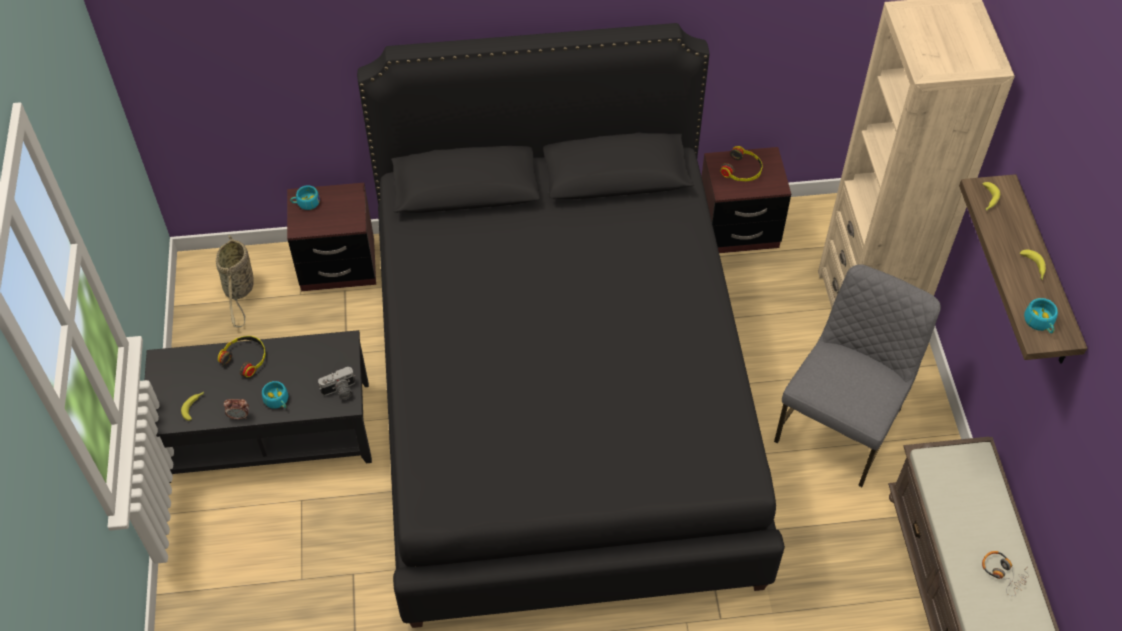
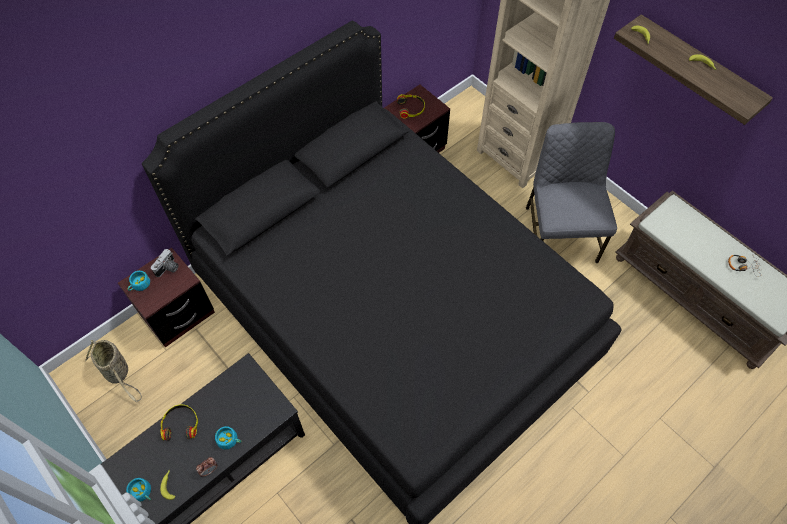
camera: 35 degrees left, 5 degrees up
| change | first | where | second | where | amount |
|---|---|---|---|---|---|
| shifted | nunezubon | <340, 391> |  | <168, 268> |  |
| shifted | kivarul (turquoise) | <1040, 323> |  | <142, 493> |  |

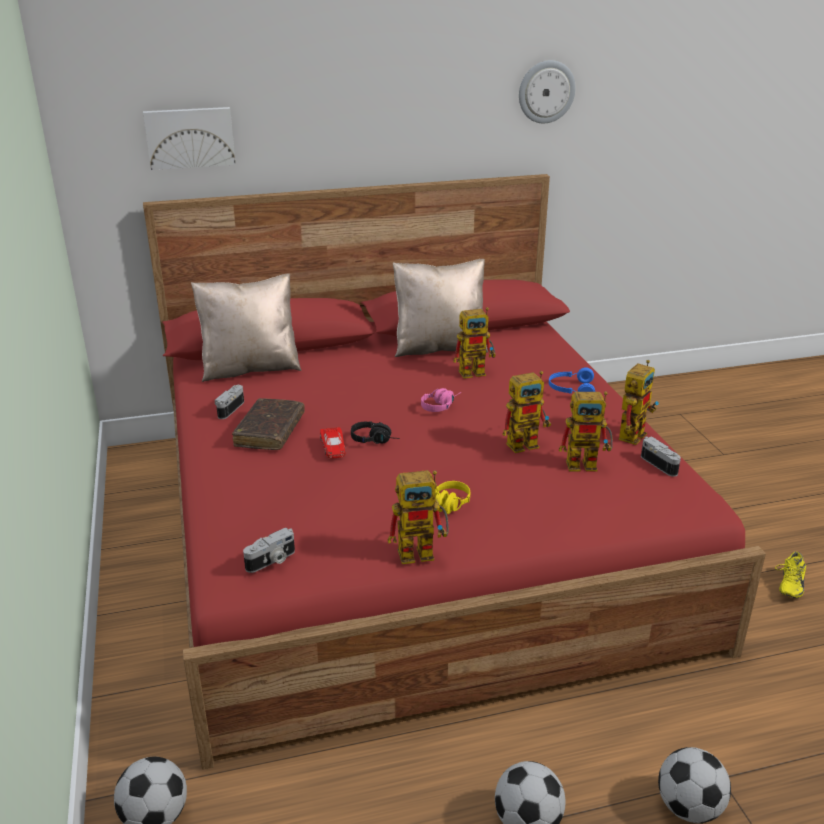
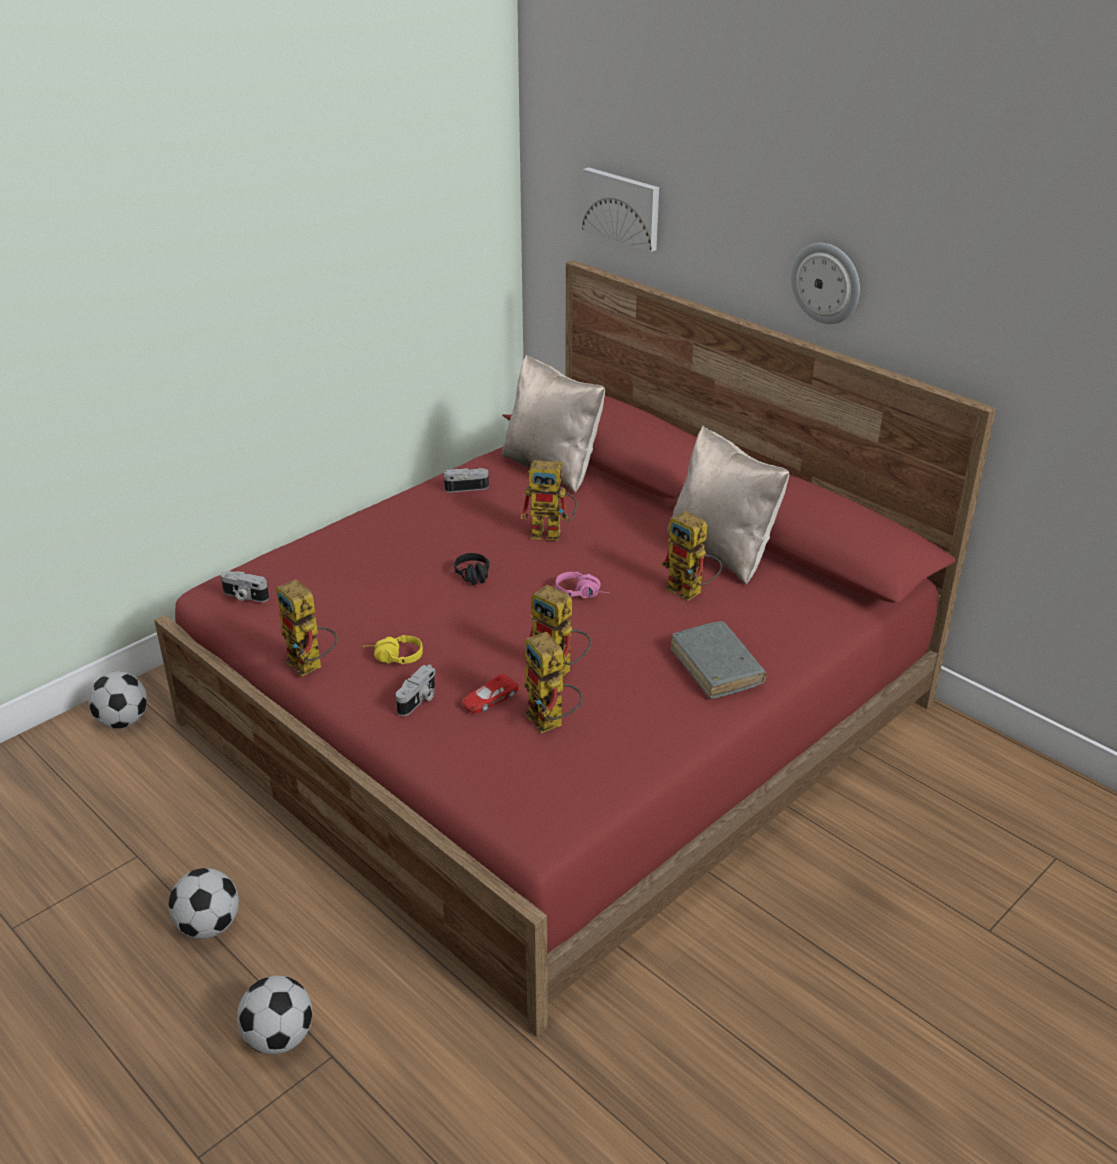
camera: 60 degrees right, 5 degrees up
| change | first | where | second | where | amount |
|---|---|---|---|---|---|
| gone | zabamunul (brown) | <270, 432> |  |  |  |
| shifted | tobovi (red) | <333, 447> |  | <489, 699> |  |
| shifted | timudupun | <546, 91> |  | <826, 283> |  |
| swapped | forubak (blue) | <570, 389> | zabamunul (grey) | <716, 668> |  |
| shifted | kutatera | <632, 432> |  | <553, 533> |  |
| shifted | nunezubon | <660, 464> |  | <418, 700> |  |
| gone | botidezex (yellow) | <788, 585> |  |  |  |

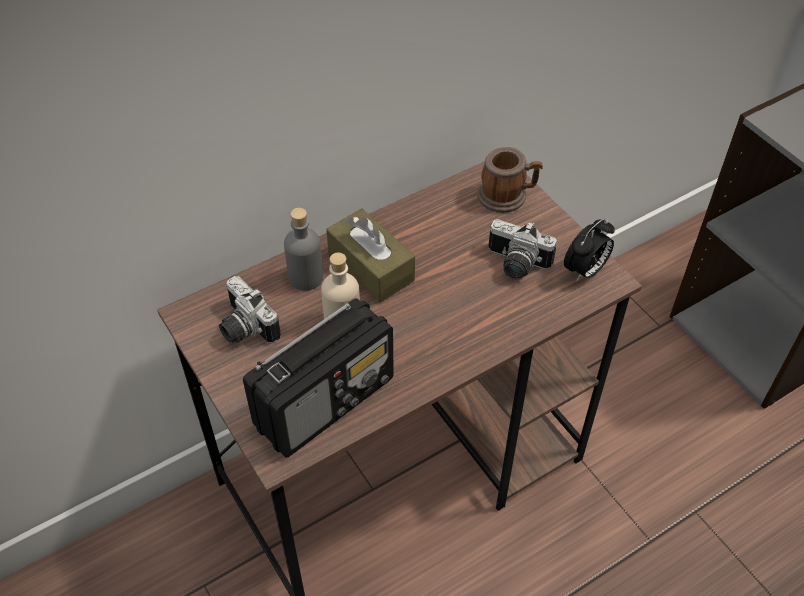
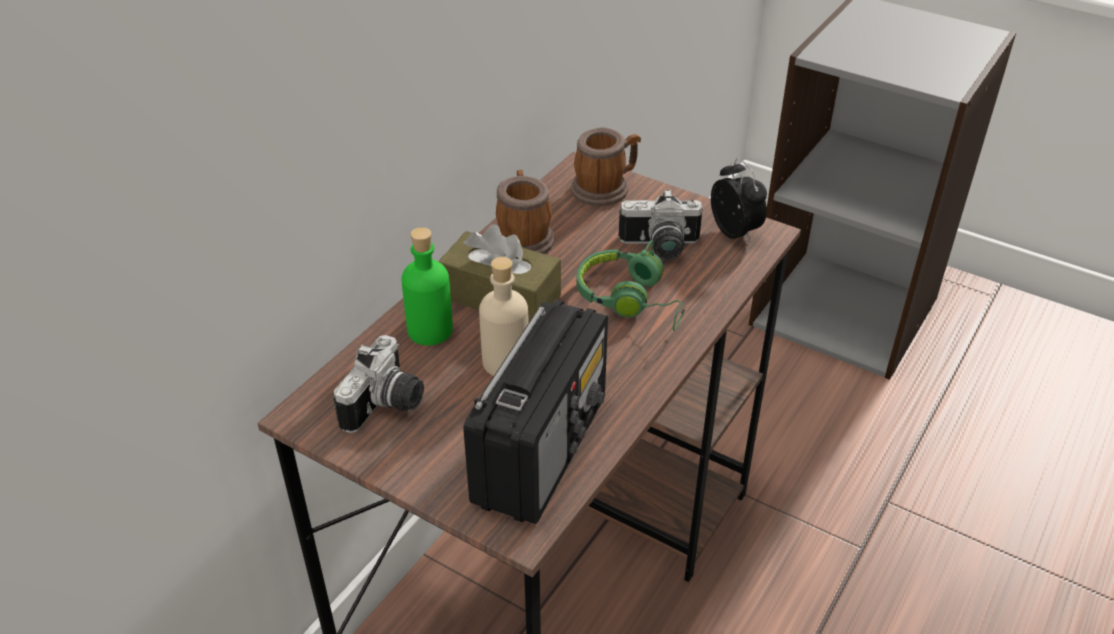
camera: 25 degrees left, 10 degrees down
| change | first | where | second | where | amount |
|---|---|---|---|---|---|
| rotated | nunezubon | <244, 328> |  | <387, 406> | 90 degrees counterclockwise |
| repainted | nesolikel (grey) | <306, 277> | nesolikel (green) | <430, 330> |  |
| rotated | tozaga | <585, 271> |  | <735, 232> | 45 degrees counterclockwise |
| new |  |  | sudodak | <523, 237> |  |
| new |  |  | forubak (green) | <632, 300> |  |

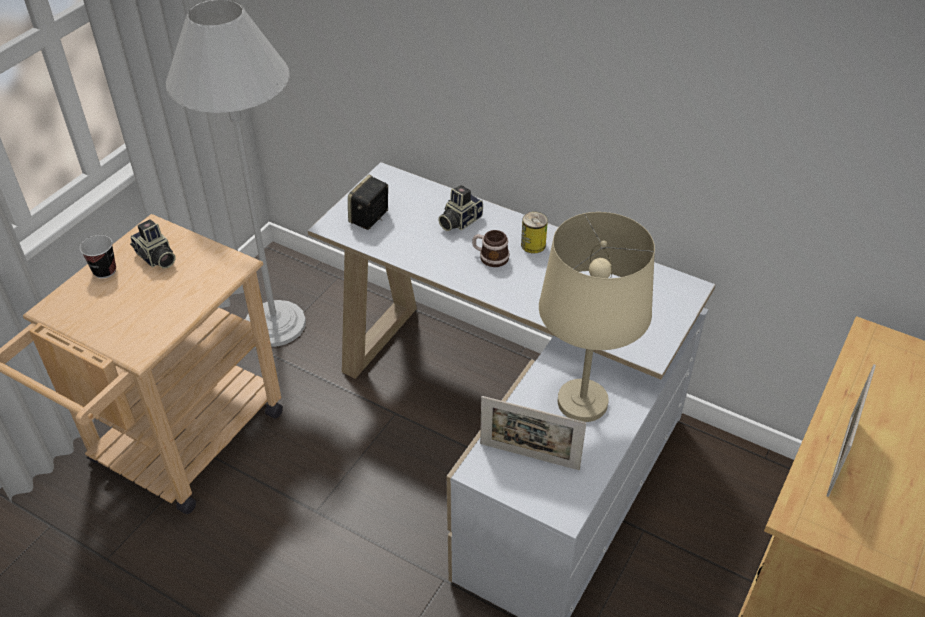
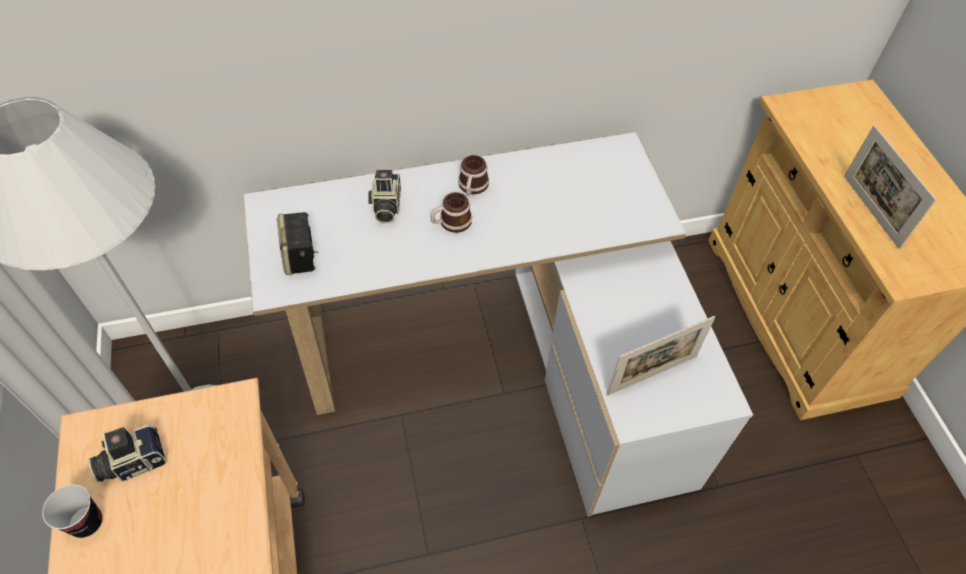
camera: 45 degrees left, 10 degrees up
| change | first | where | second | where | amount |
|---|---|---|---|---|---|
| rotated | nunezubon | <156, 258> |  | <133, 461> | 150 degrees clockwise |
| swapped | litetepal | <533, 245> | sudodak | <472, 187> |  |
| gone | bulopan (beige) | <583, 402> |  |  |  |

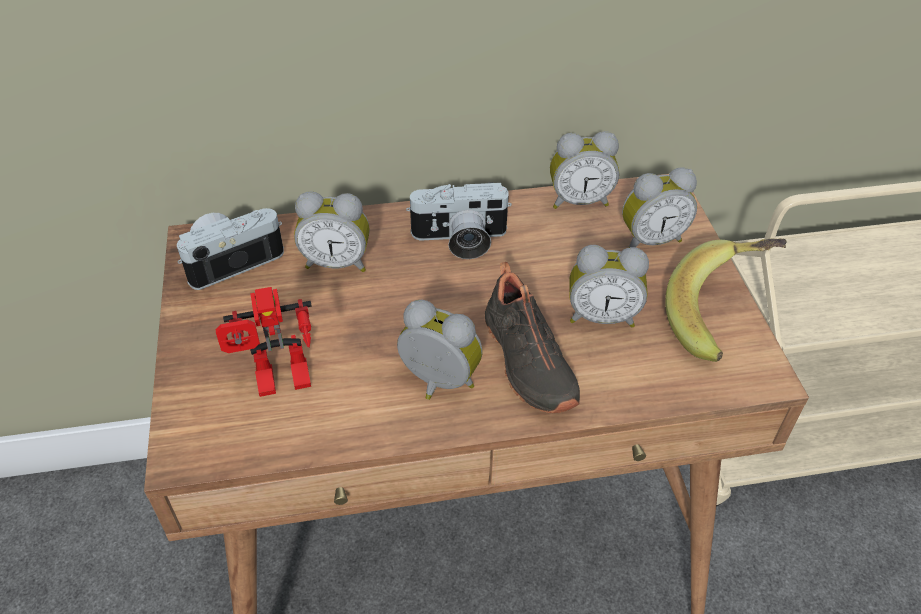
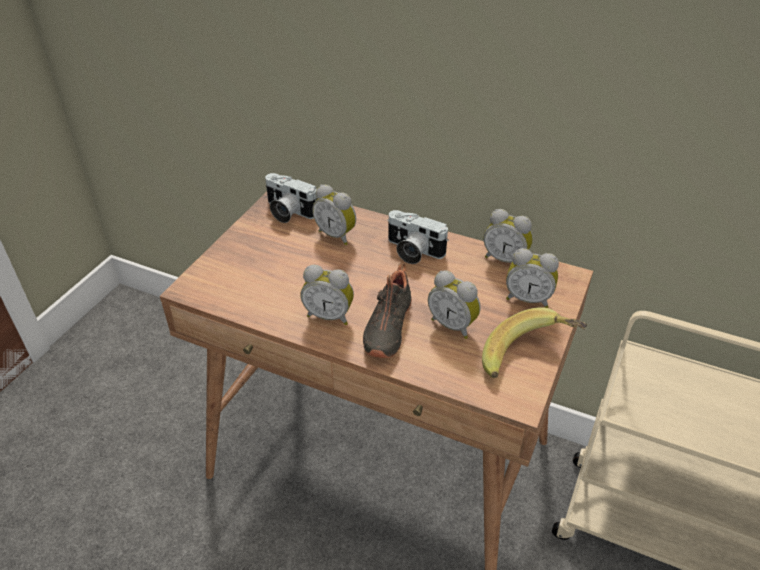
camera: 35 degrees right, 5 degrees down
| change | first | where | second | where | amount |
|---|---|---|---|---|---|
| rotated | nunezubon | <232, 259> |  | <288, 212> | 150 degrees counterclockwise |
| gone | kutatera | <280, 384> |  |  |  |
| rotated | tozaga | <437, 384> |  | <329, 315> | 135 degrees clockwise |

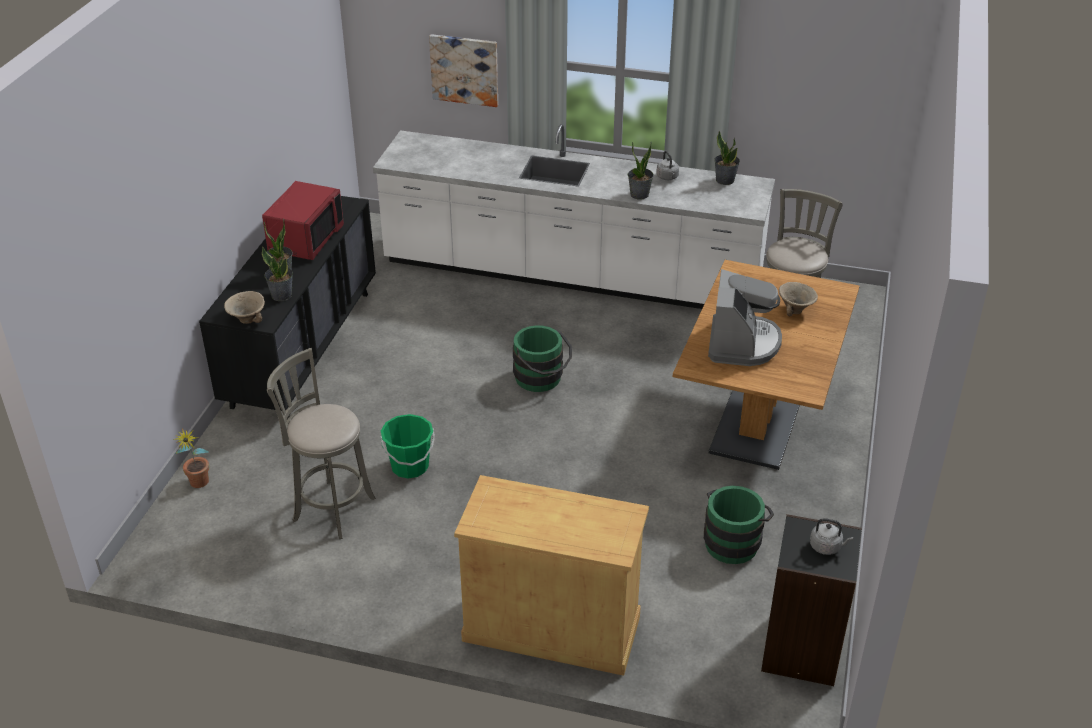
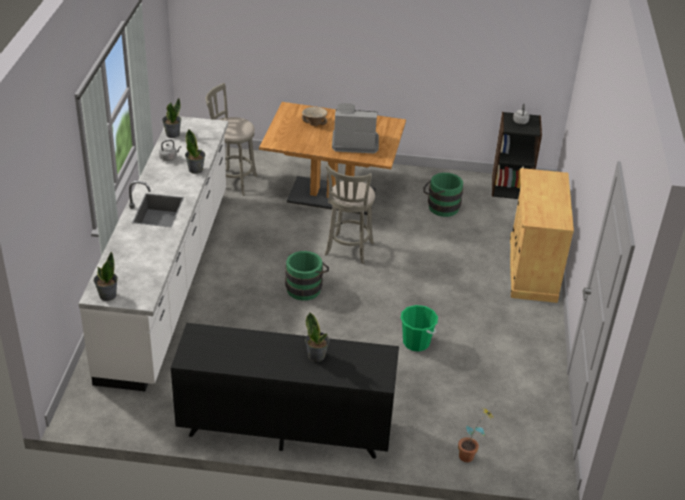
camera: 100 degrees left, 0 degrees up
| change | first | where | second | where | amount |
|---|---|---|---|---|---|
| gone | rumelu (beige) | <246, 320> |  |  |  |
| gone | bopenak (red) | <305, 239> |  |  |  |
| shifted | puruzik | <281, 295> |  | <107, 295> |  |
| shifted | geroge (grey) | <330, 508> |  | <348, 250> |  |
| gone | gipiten | <465, 69> |  |  |  |

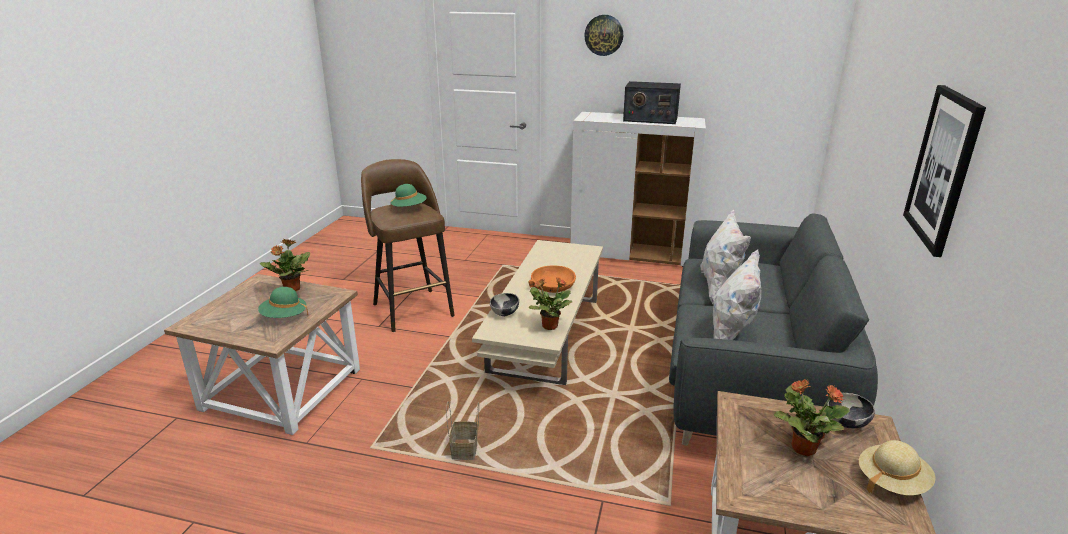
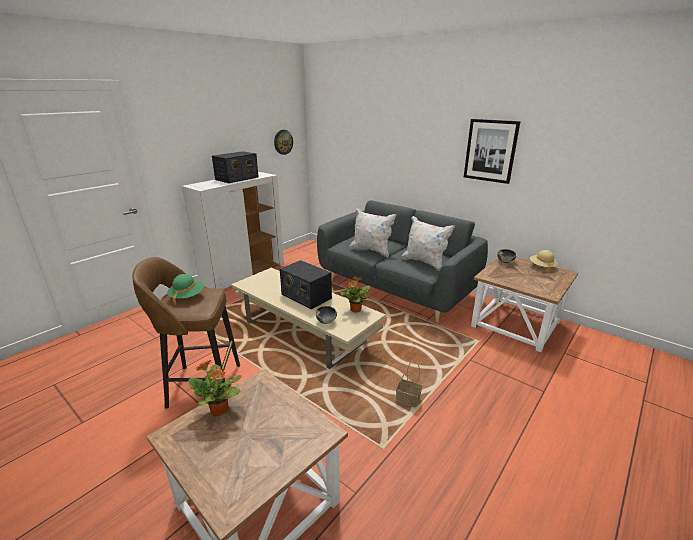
camera: 65 degrees left, 0 degrees up
| change | first | where | second | where | amount |
|---|---|---|---|---|---|
| gone | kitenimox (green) | <284, 317> |  |  |  |
| swapped | rumelu (orange) | <552, 286> | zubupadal | <306, 296> |  |
| shifted | timudupun | <604, 35> |  | <283, 142> |  |
| gone | puruzik | <802, 448> |  |  |  |

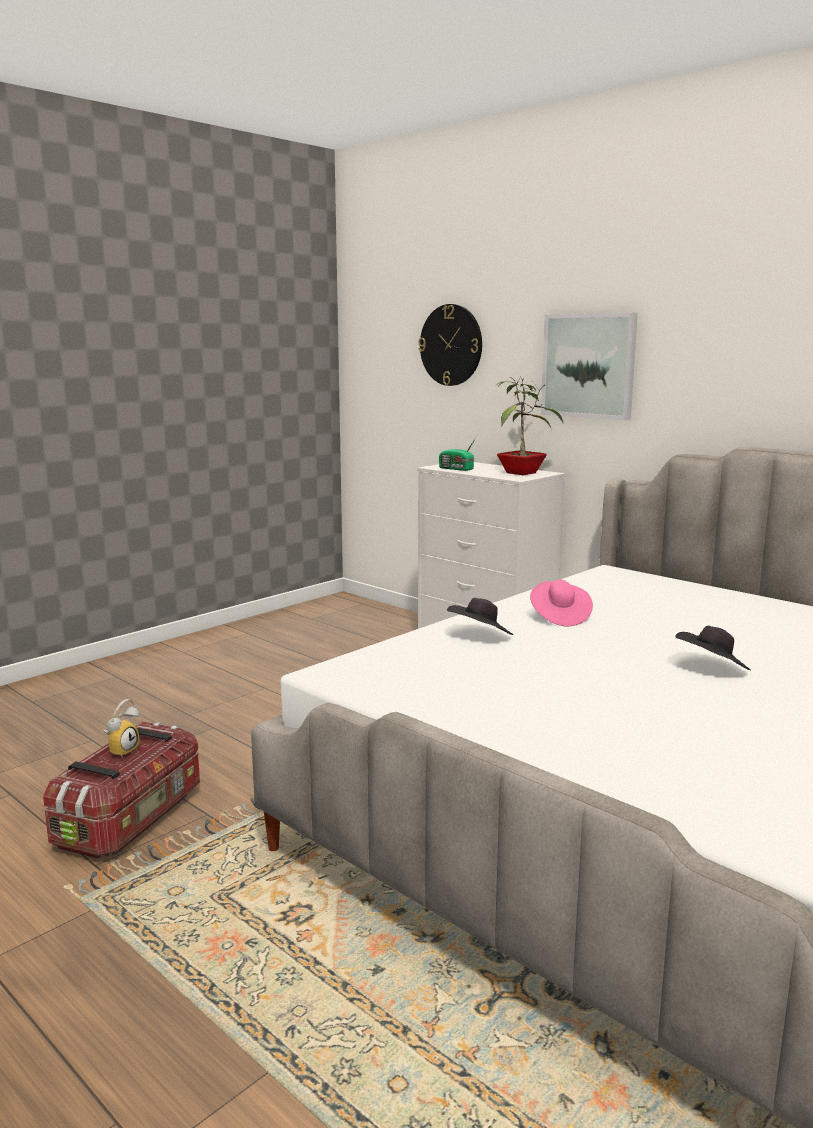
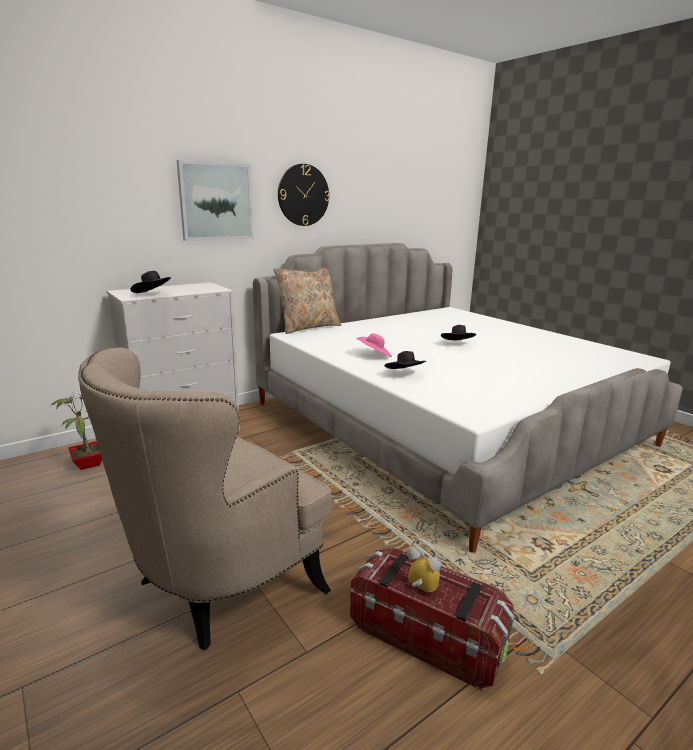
camera: 80 degrees left, 5 degrees up
| change | first | where | second | where | amount |
|---|---|---|---|---|---|
| shifted | timudupun | <451, 345> |  | <303, 195> |  |
| swapped | zubupadal | <456, 469> | kitenimox (black) | <153, 294> |  |
| shifted | puruzik | <522, 473> |  | <88, 463> |  |
| new |  |  | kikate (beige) | <217, 585> |  |
| new |  |  | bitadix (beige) | <308, 327> |  |

